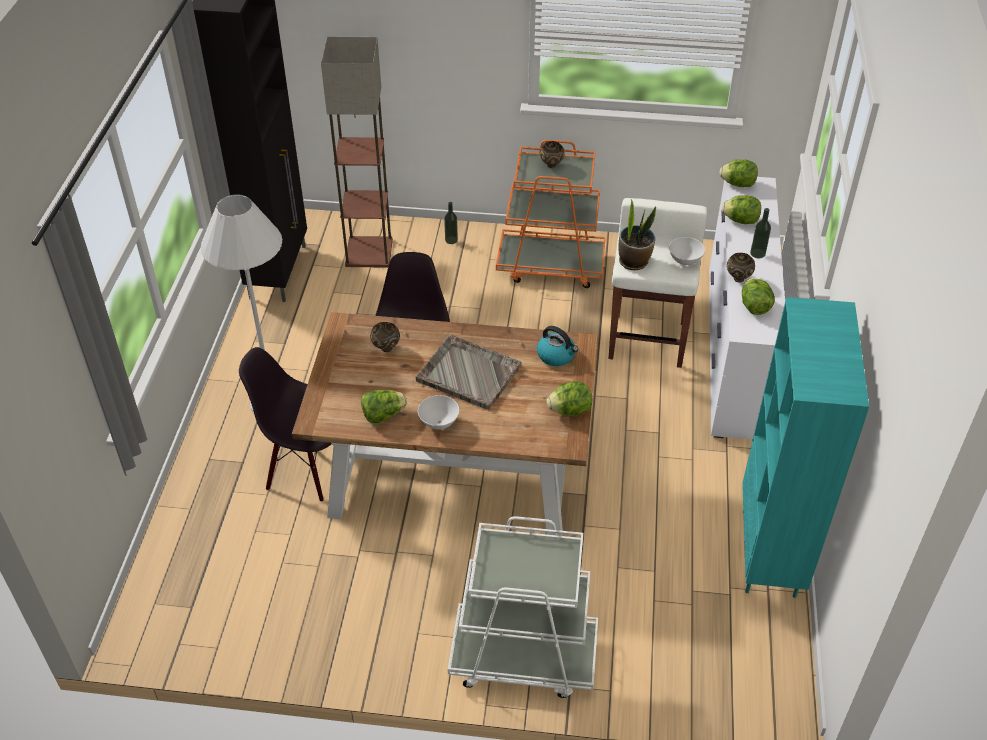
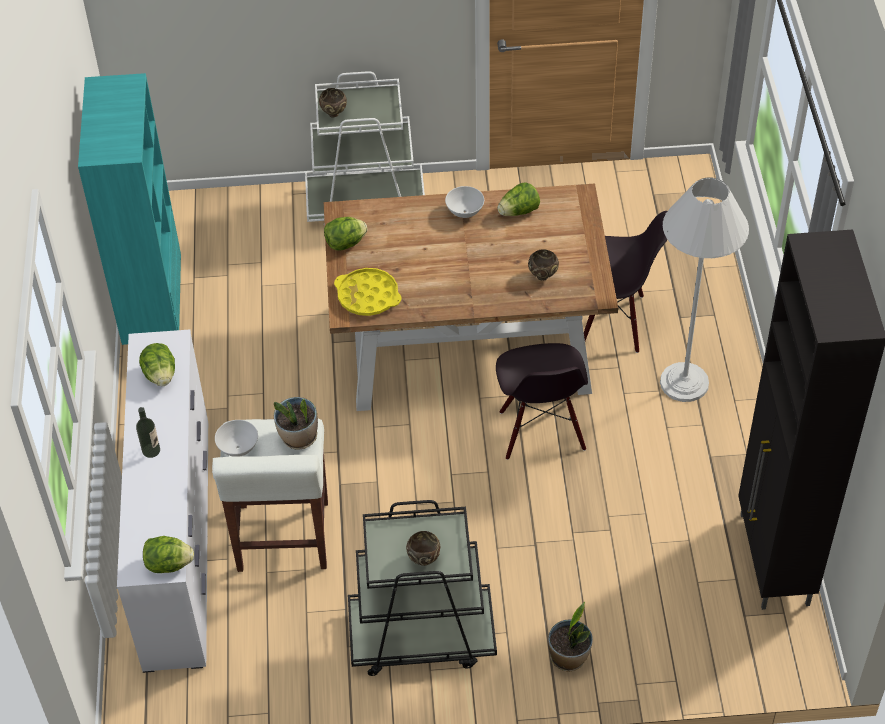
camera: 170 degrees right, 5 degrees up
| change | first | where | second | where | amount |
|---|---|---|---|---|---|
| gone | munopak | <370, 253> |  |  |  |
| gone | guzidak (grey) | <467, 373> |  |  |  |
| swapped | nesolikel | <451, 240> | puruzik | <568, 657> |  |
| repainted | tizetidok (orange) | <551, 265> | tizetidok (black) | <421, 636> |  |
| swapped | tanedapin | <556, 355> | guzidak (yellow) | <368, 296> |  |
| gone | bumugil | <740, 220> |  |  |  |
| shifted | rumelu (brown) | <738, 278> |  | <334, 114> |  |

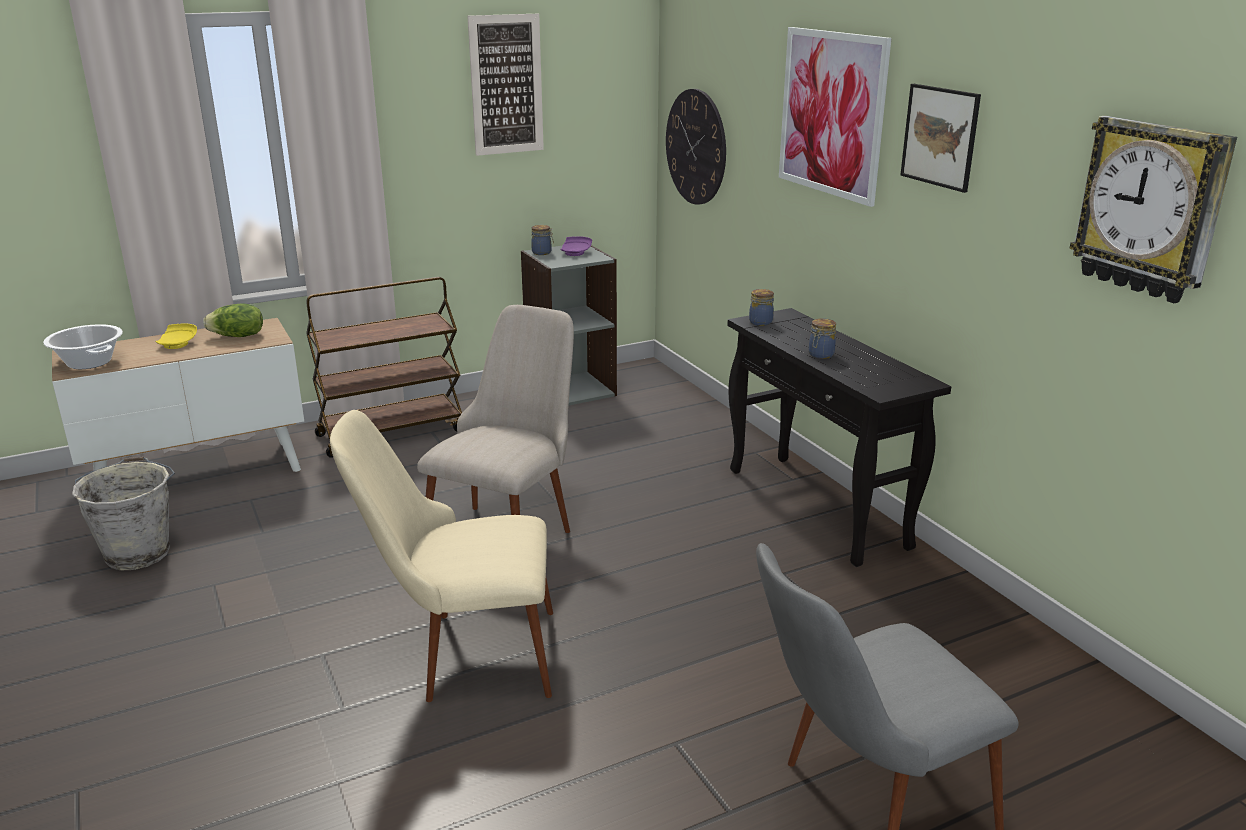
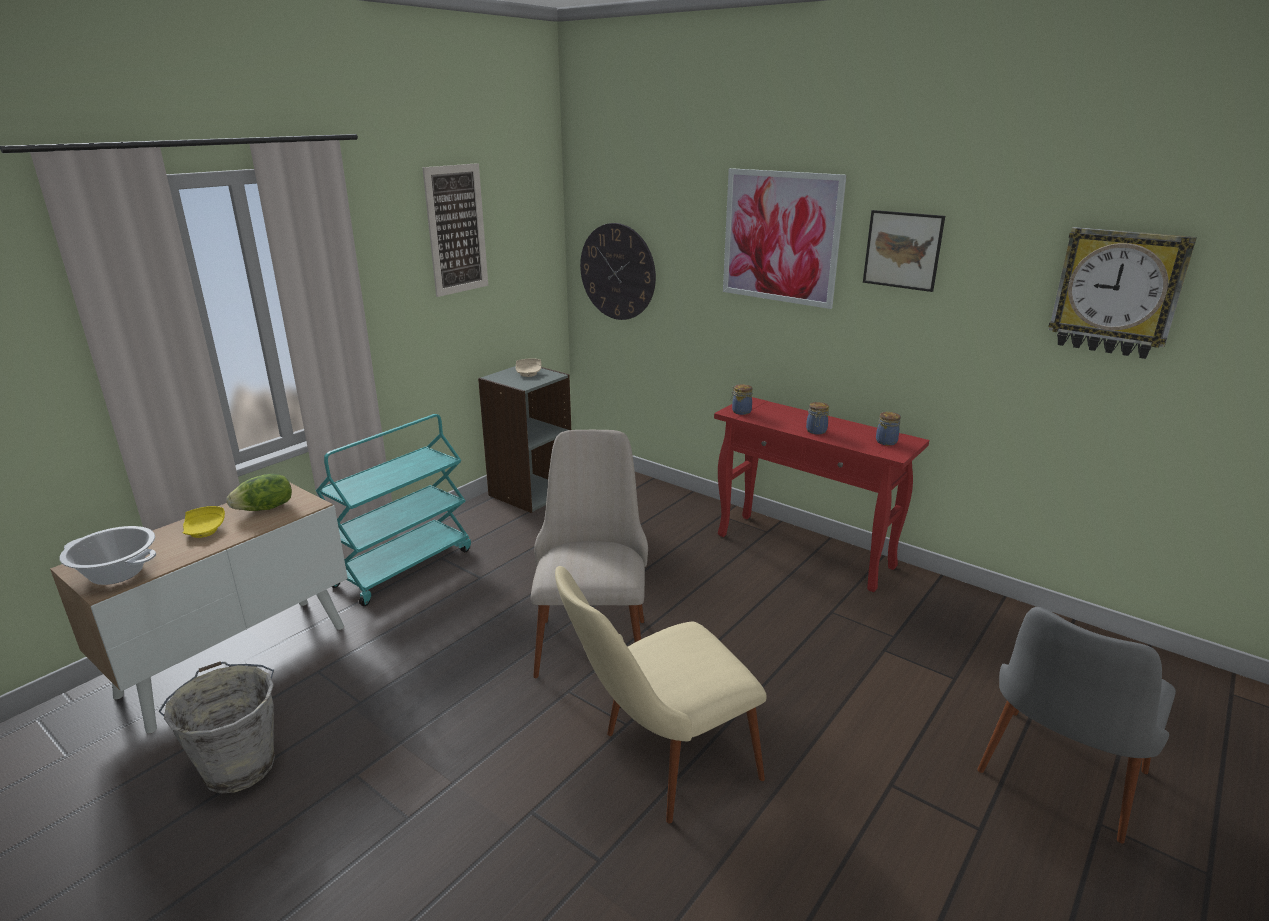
camera: 25 degrees left, 0 degrees up
| change | first | where | second | where | amount |
|---|---|---|---|---|---|
| repainted | tizetidok (brown) | <392, 432> | tizetidok (turquoise) | <404, 567> |  |
| shifted | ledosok | <542, 253> |  | <887, 441> |  |
| repainted | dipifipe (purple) | <576, 253> | dipifipe (beige) | <529, 373> |  |
| repainted | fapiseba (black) | <817, 508> | fapiseba (red) | <805, 551> |  |

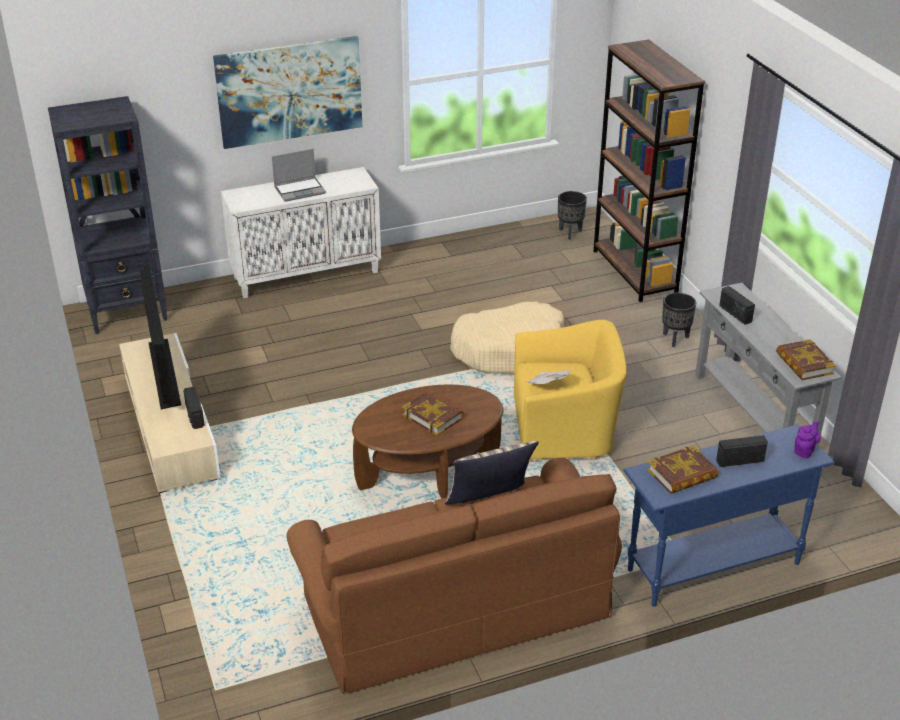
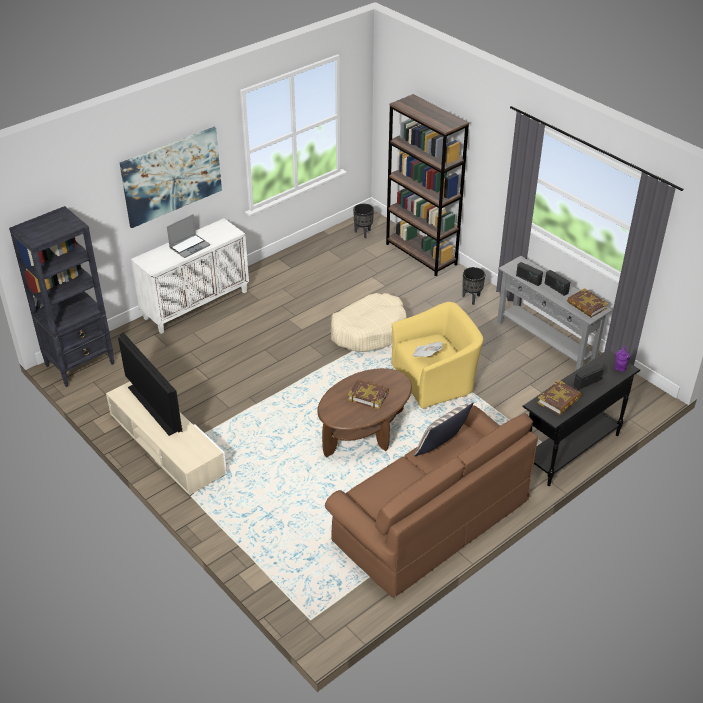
camera: 20 degrees left, 5 degrees up
| change | first | where | second | where | amount |
|---|---|---|---|---|---|
| shifted | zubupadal | <194, 416> |  | <556, 288> |  |
| repainted | fapiseba (blue) | <712, 566> | fapiseba (black) | <570, 450> |  |

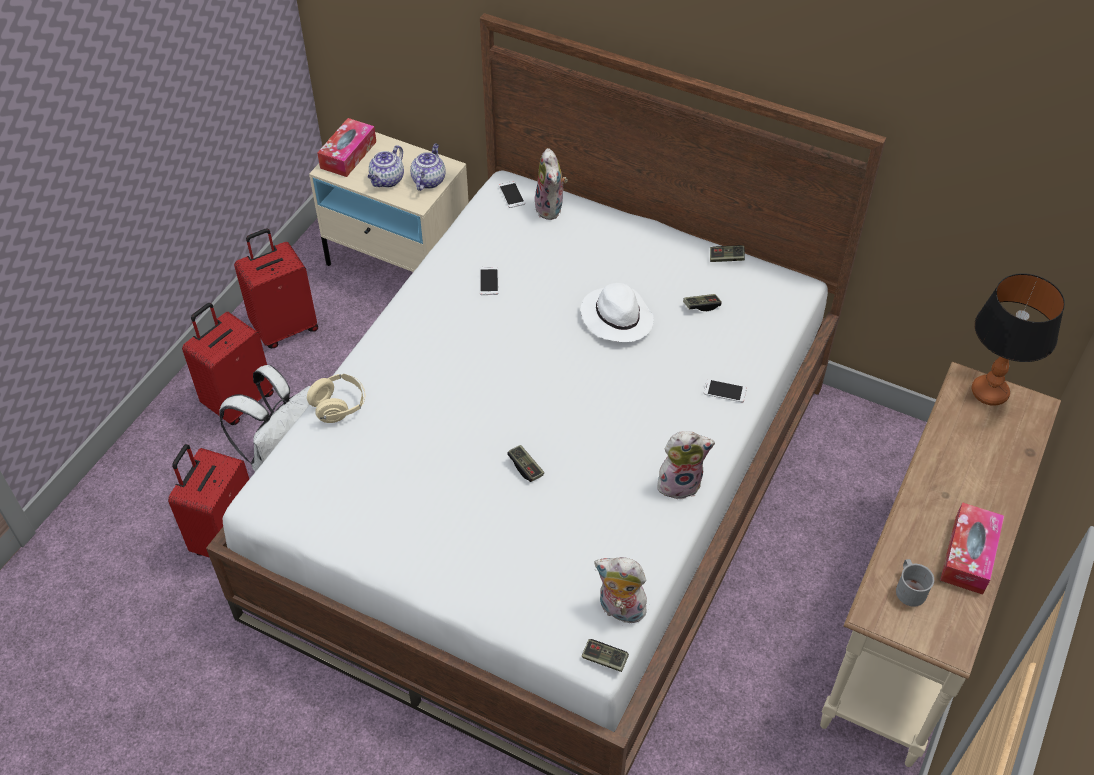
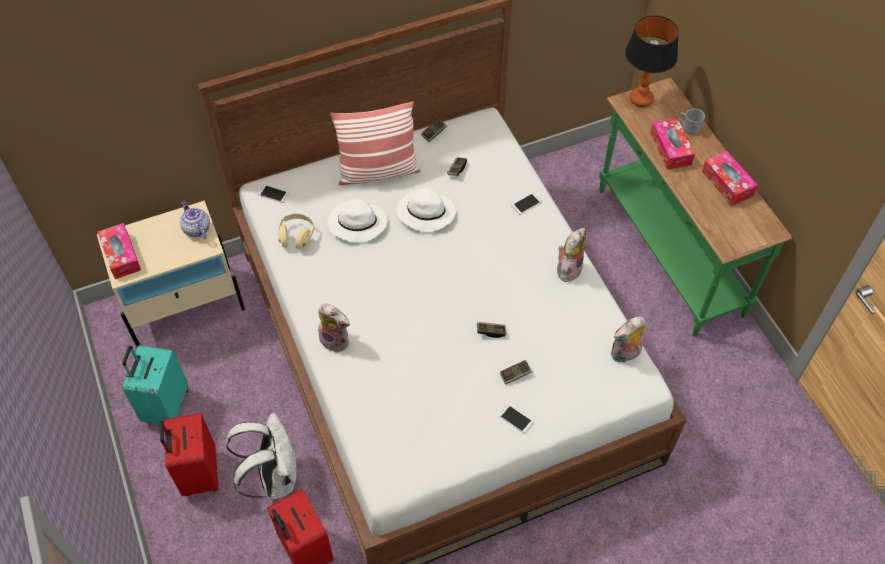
camera: 50 degrees left, 5 degrees up
| change | first | where | second | where | amount |
|---|---|---|---|---|---|
| repainted | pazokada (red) | <285, 328> | pazokada (turquoise) | <165, 406> |  |
| shifted | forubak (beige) | <339, 406> |  | <296, 237> |  |
| gone | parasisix | <387, 180> |  |  |  |
| shifted | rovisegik | <489, 281> |  | <515, 419> |  |
| shifted | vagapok | <551, 208> |  | <336, 340> |  |
| shifted | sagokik | <604, 659> |  | <515, 375> |  |
| repainted | fapiseba (beige) | <908, 620> | fapiseba (green) | <667, 252> |  |
| shifted | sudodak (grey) | <909, 588> |  | <688, 126> |  |
| new |  |  | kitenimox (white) | <356, 224> |  |
| new |  |  | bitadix | <378, 171> |  |
| new |  |  | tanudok | <670, 149> |  |

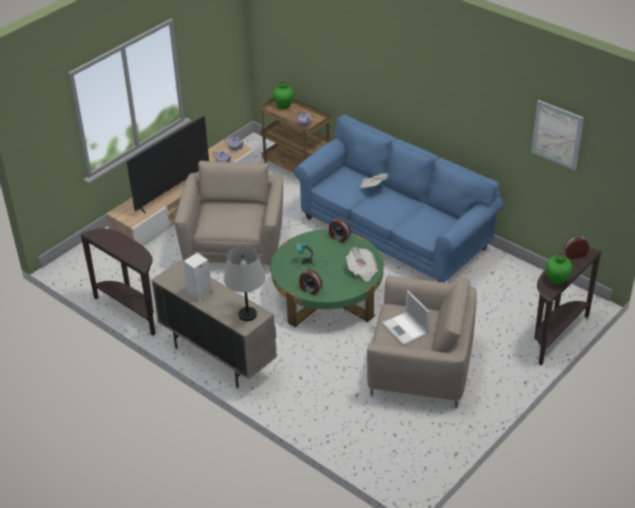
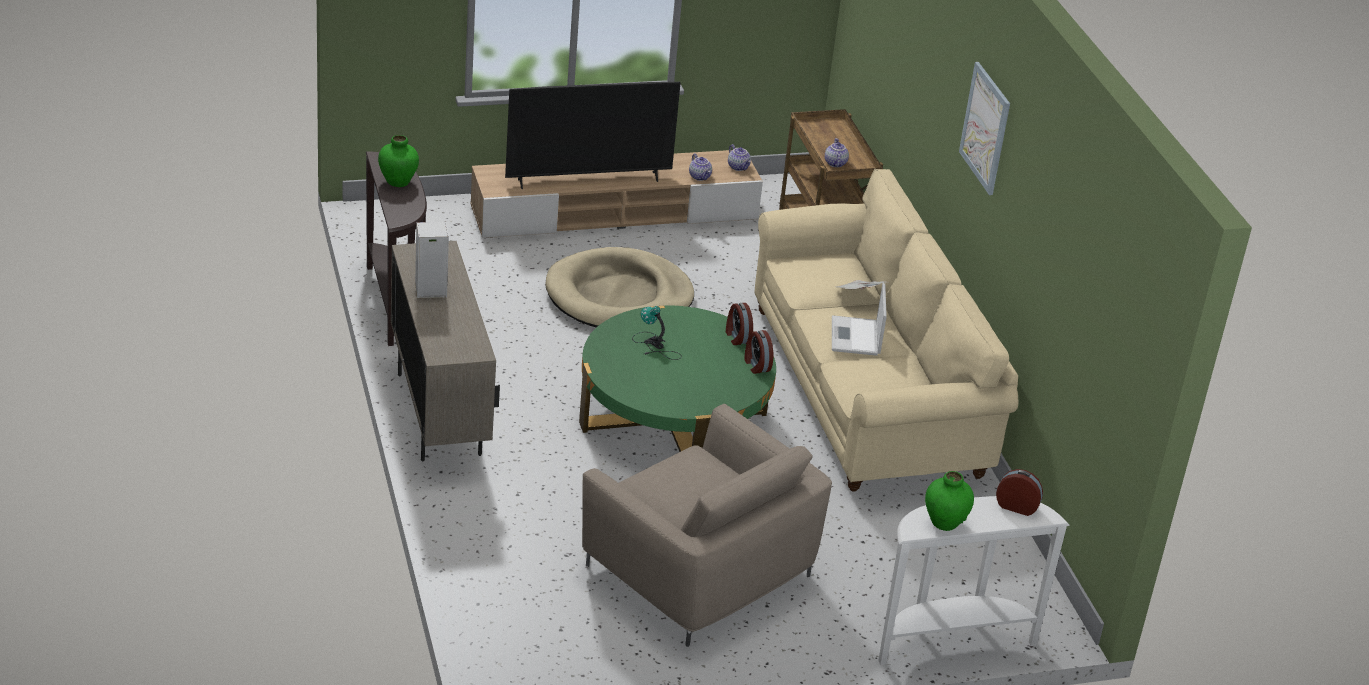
camera: 30 degrees right, 5 degrees down
| change | first | where | second | where | amount |
|---|---|---|---|---|---|
| swapped | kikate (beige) | <234, 246> | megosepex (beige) | <619, 296> |  |
| gone | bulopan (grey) | <247, 315> |  |  |  |
| shifted | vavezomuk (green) | <284, 106> |  | <398, 182> |  |
| repainted | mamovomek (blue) | <395, 234> | mamovomek (beige) | <866, 392> |  |
| shifted | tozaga | <310, 289> |  | <756, 365> |  |
| gone | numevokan | <362, 271> |  |  |  |
| shifted | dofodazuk | <406, 329> |  | <856, 337> |  |
| shifted | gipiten | <557, 134> |  | <985, 128> |  |
| repainted | fapiseba (brown) | <555, 335> | fapiseba (white) | <951, 640> |  |

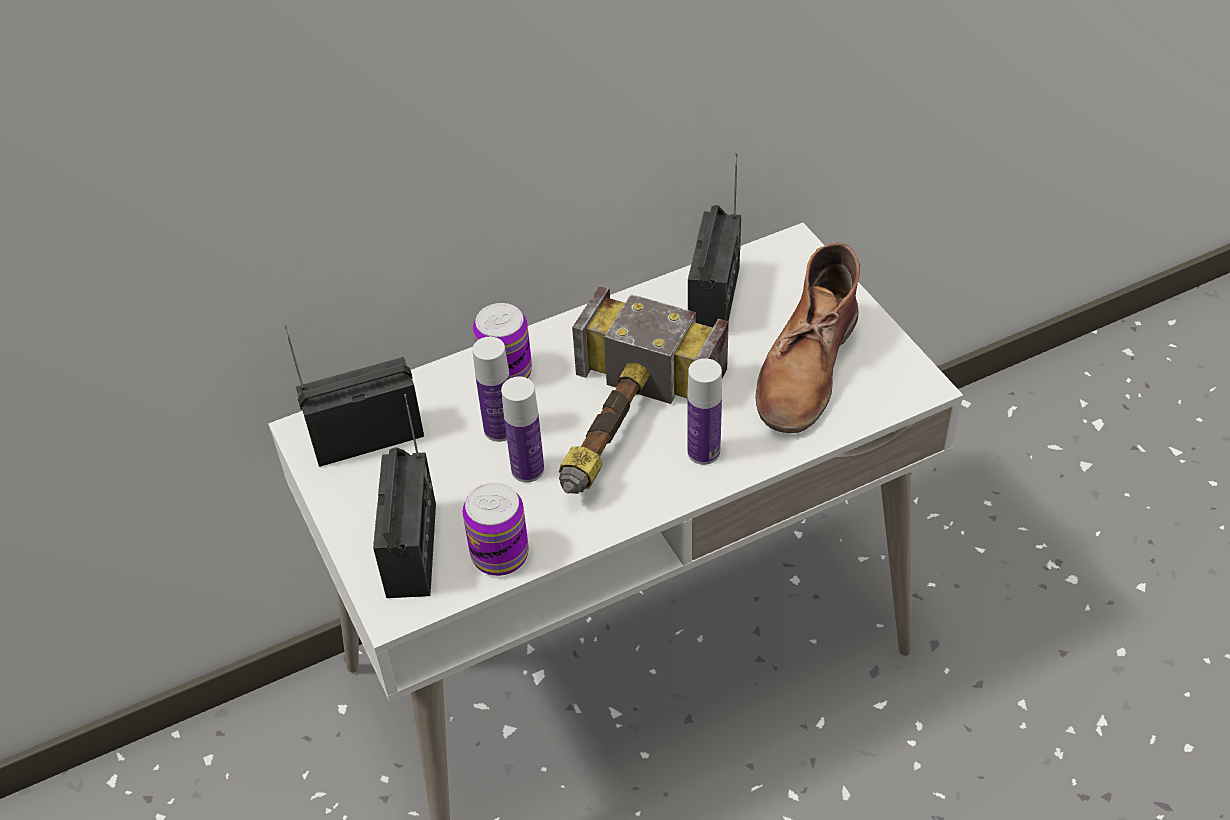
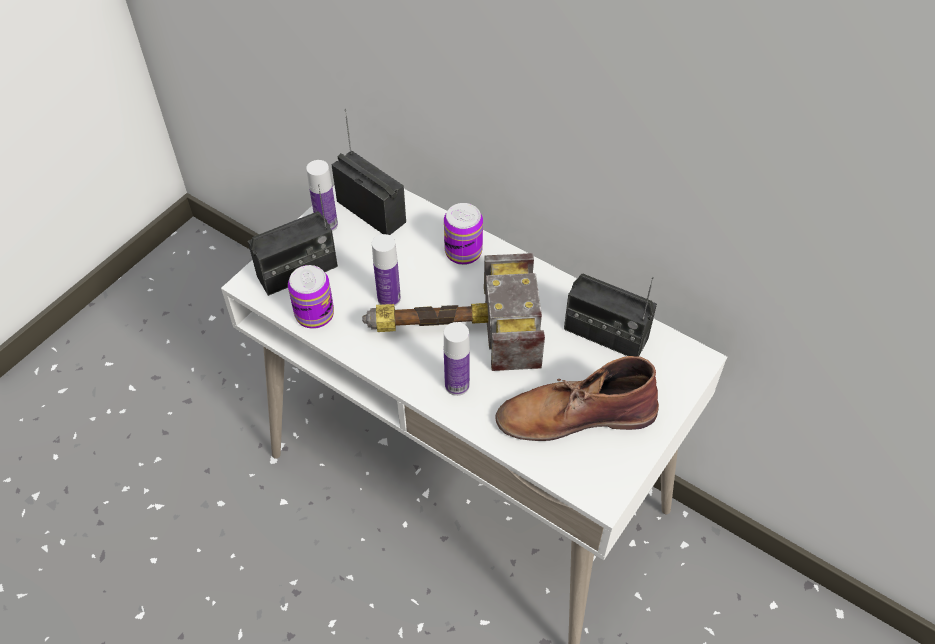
camera: 60 degrees right, 5 degrees up
| change | first | where | second | where | amount |
|---|---|---|---|---|---|
| shifted | nesolikel | <500, 429> |  | <327, 224> |  |
| rotated | zubupadal | <714, 299> |  | <605, 334> | 45 degrees clockwise |

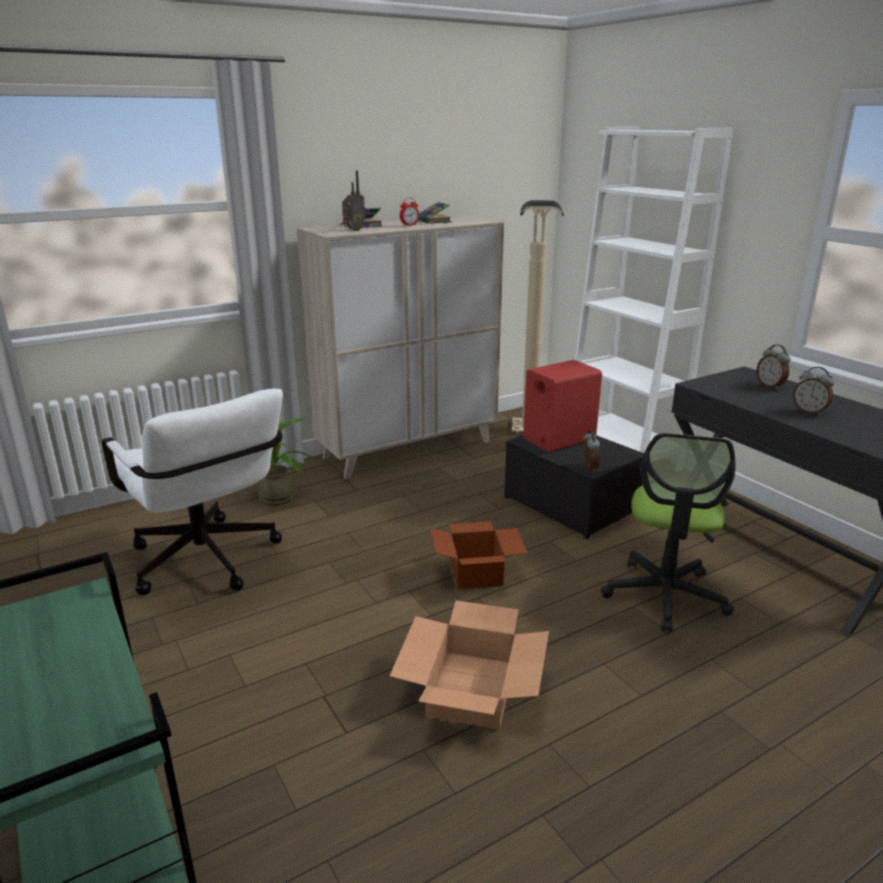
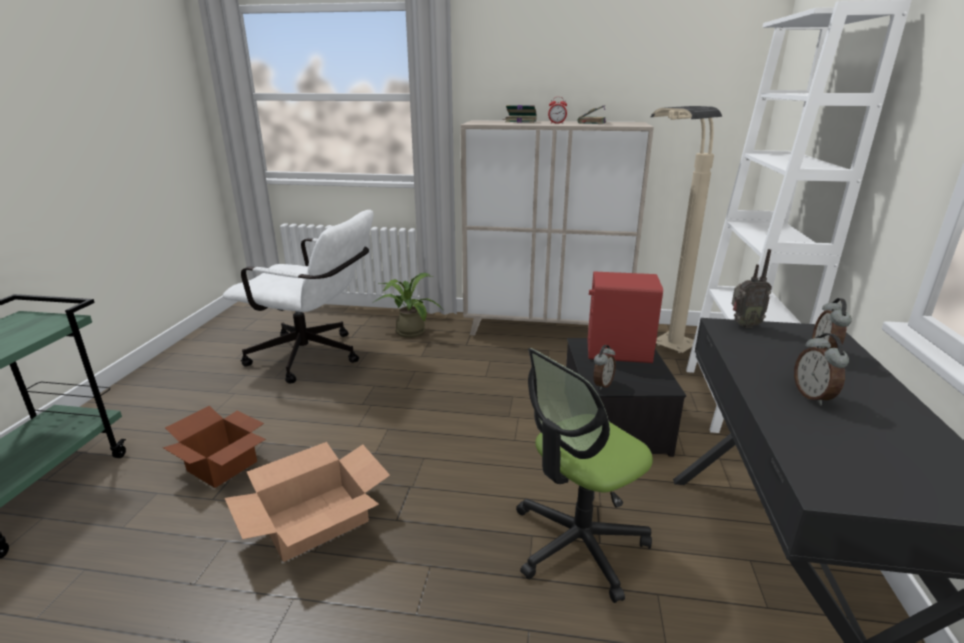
camera: 40 degrees right, 0 degrees up
| change | first | where | second | where | amount |
|---|---|---|---|---|---|
| rotated | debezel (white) | <209, 564> |  | <314, 358> | 75 degrees counterclockwise |
| shifted | zubupadal | <353, 230> |  | <743, 325> |  |
| shifted | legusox | <478, 574> |  | <222, 467> |  |

